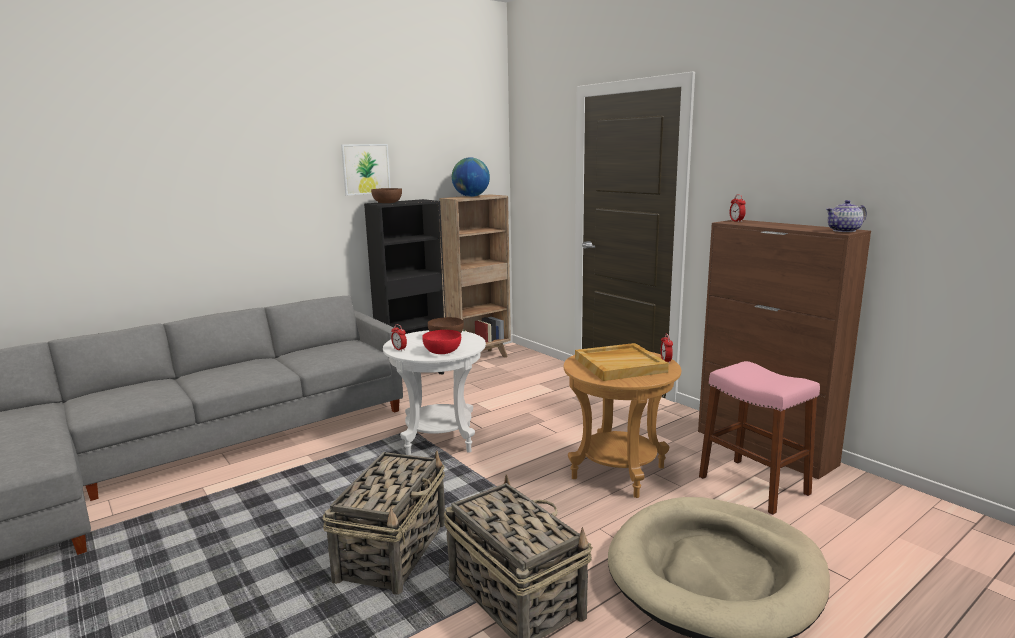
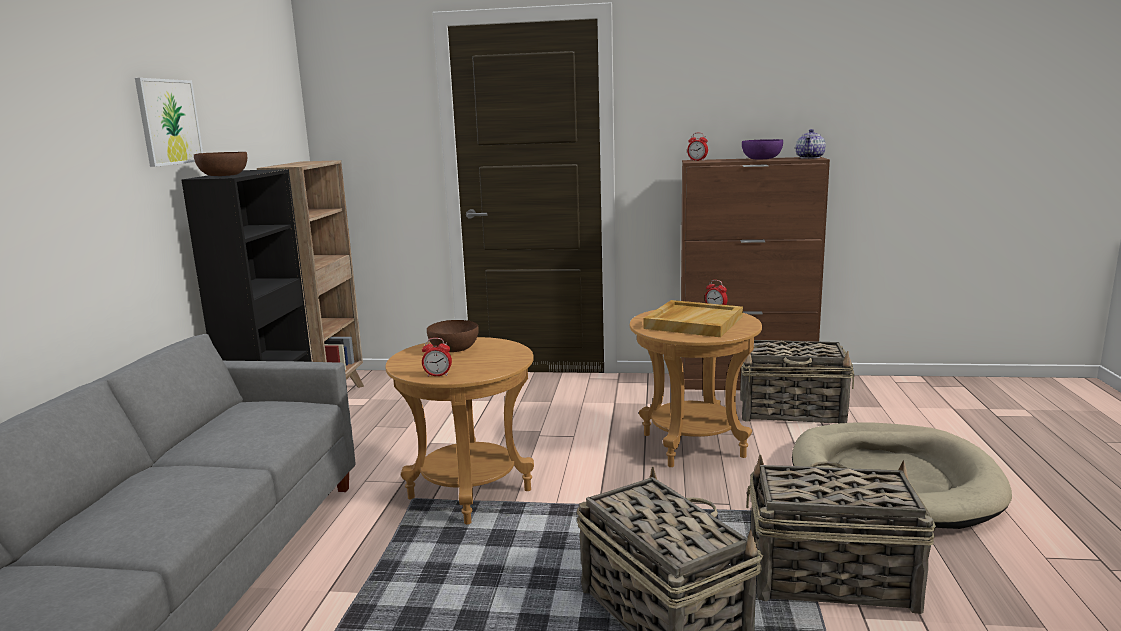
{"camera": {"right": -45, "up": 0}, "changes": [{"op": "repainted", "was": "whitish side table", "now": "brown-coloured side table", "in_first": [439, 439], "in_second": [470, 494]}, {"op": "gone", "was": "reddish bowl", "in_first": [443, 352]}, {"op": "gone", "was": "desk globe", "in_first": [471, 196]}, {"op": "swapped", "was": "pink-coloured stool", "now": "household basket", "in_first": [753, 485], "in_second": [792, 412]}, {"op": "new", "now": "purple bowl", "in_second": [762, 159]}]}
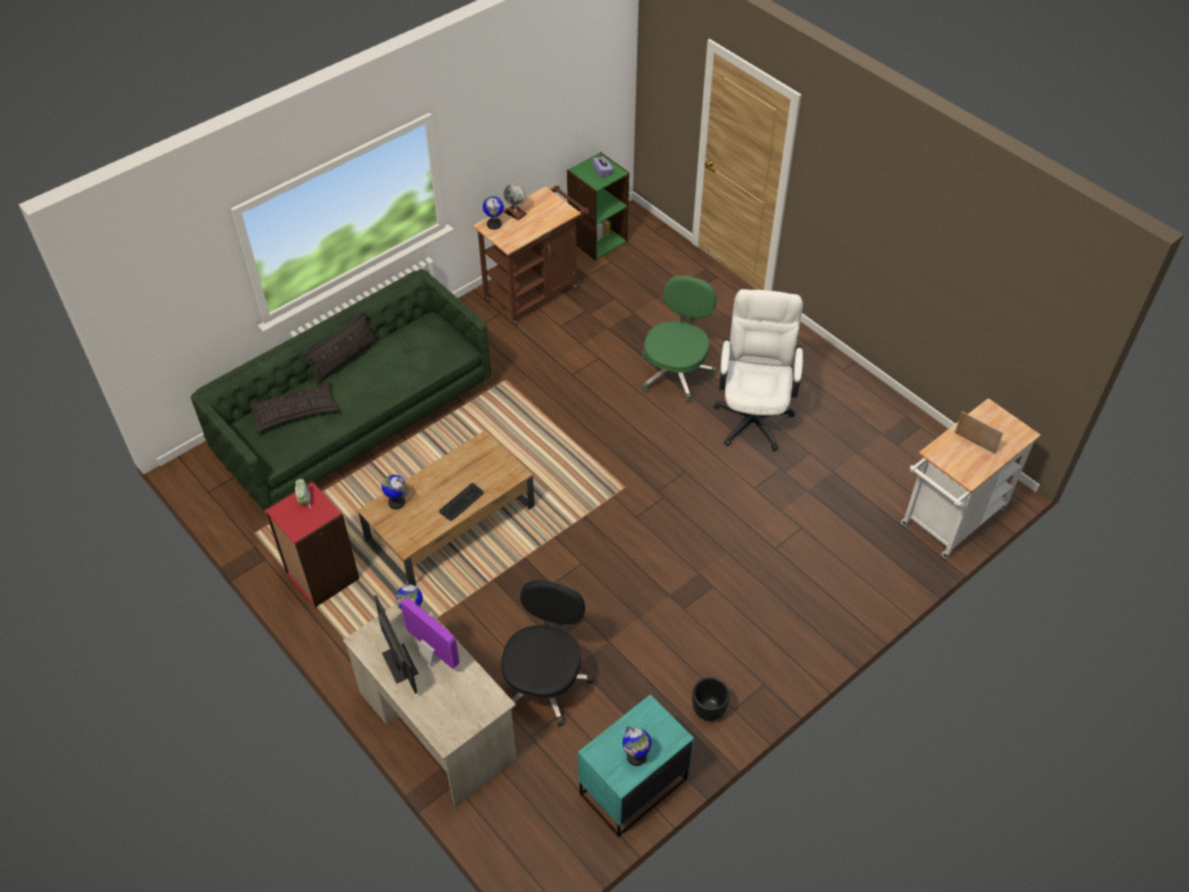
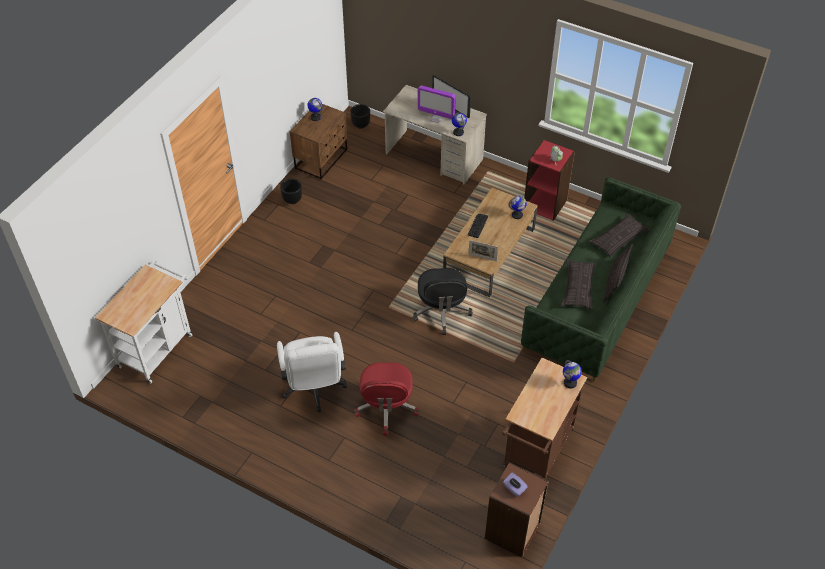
{"camera": {"right": 160, "up": 0}, "changes": [{"op": "shifted", "was": "black computer chair", "in_first": [544, 682], "in_second": [441, 311]}, {"op": "gone", "was": "desk globe", "in_first": [515, 213]}, {"op": "repainted", "was": "green-coloured bookcase", "now": "brown-coloured bookcase", "in_first": [597, 240], "in_second": [513, 531]}, {"op": "repainted", "was": "blue-green night table", "now": "brown-coloured night table", "in_first": [632, 786], "in_second": [322, 159]}, {"op": "repainted", "was": "green-coloured computer chair", "now": "reddish computer chair", "in_first": [676, 372], "in_second": [386, 408]}, {"op": "shifted", "was": "standing frame", "in_first": [974, 443], "in_second": [482, 257]}, {"op": "new", "now": "black plant pot", "in_second": [360, 124]}, {"op": "new", "now": "pillow", "in_second": [578, 287]}]}
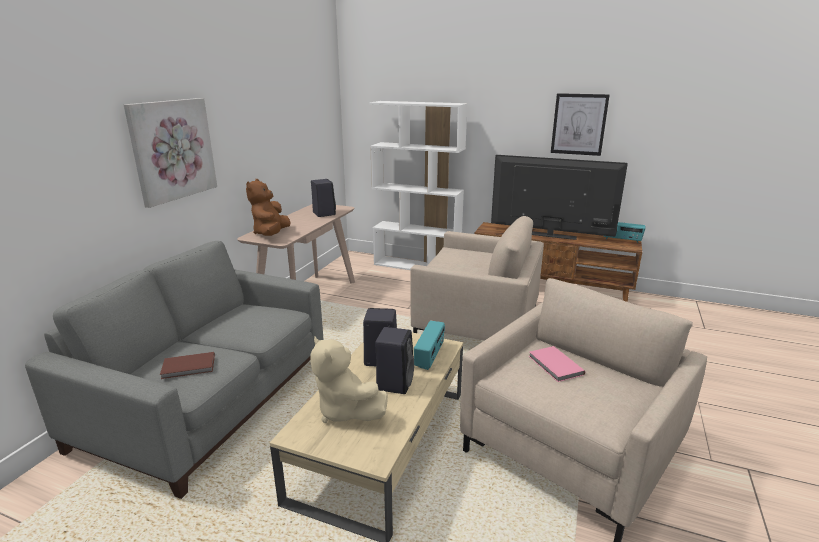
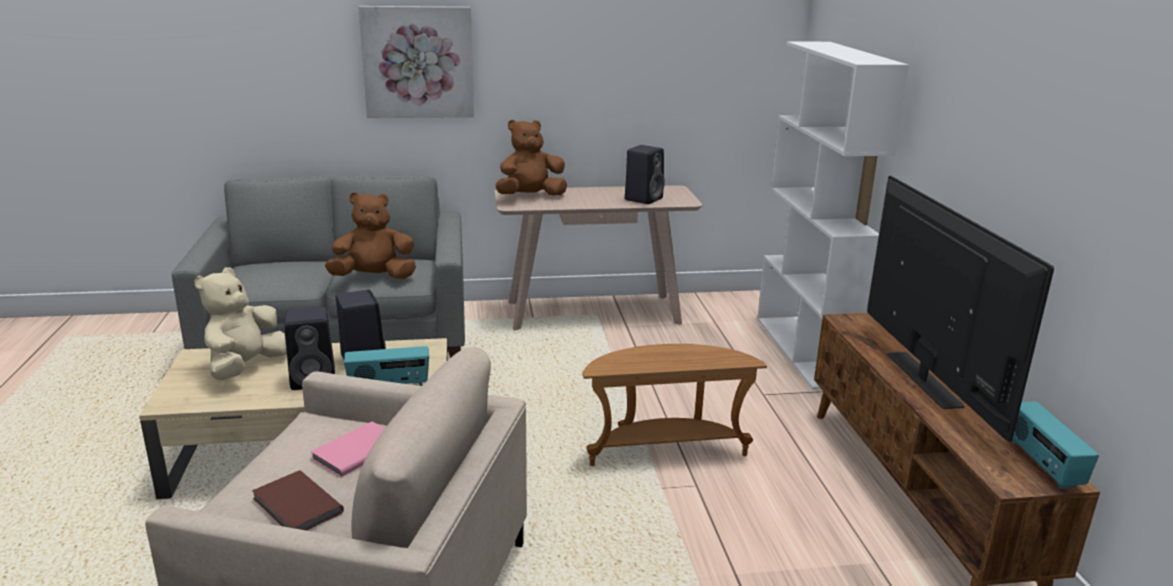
{"camera": {"right": 60, "up": 0}, "changes": [{"op": "shifted", "was": "brown-coloured volume", "in_first": [189, 367], "in_second": [296, 507]}, {"op": "swapped", "was": "sand-coloured easy chair", "now": "brown-coloured side table", "in_first": [477, 324], "in_second": [664, 450]}, {"op": "gone", "was": "wall picture", "in_first": [579, 124]}, {"op": "new", "now": "brown-coloured soft toy", "in_second": [374, 277]}]}
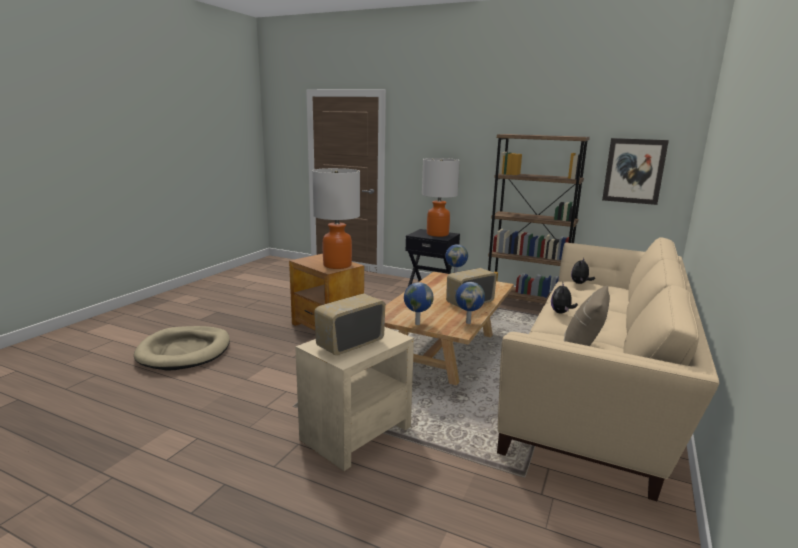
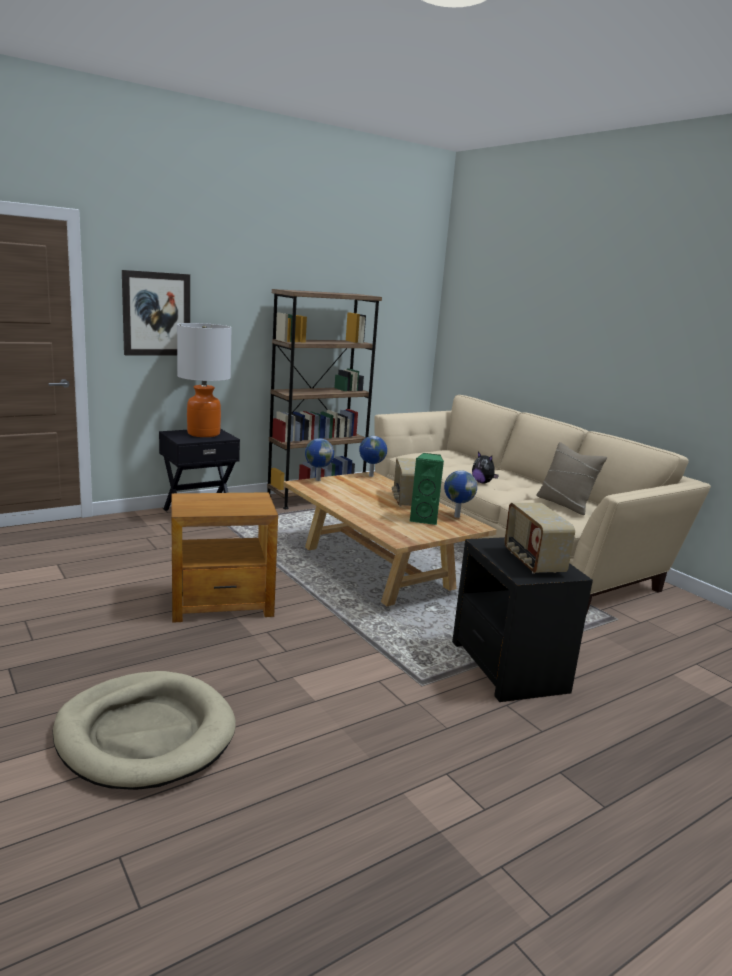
{"camera": {"right": -60, "up": 0}, "changes": [{"op": "repainted", "was": "sand-coloured side table", "now": "black side table", "in_first": [355, 434], "in_second": [508, 667]}, {"op": "gone", "was": "tabletop lamp", "in_first": [337, 265]}, {"op": "shifted", "was": "desk globe", "in_first": [417, 323], "in_second": [370, 476]}, {"op": "gone", "was": "soft toy", "in_first": [580, 283]}, {"op": "shifted", "was": "wall picture", "in_first": [634, 171], "in_second": [156, 314]}, {"op": "new", "now": "green-coloured audio speaker", "in_second": [424, 519]}]}
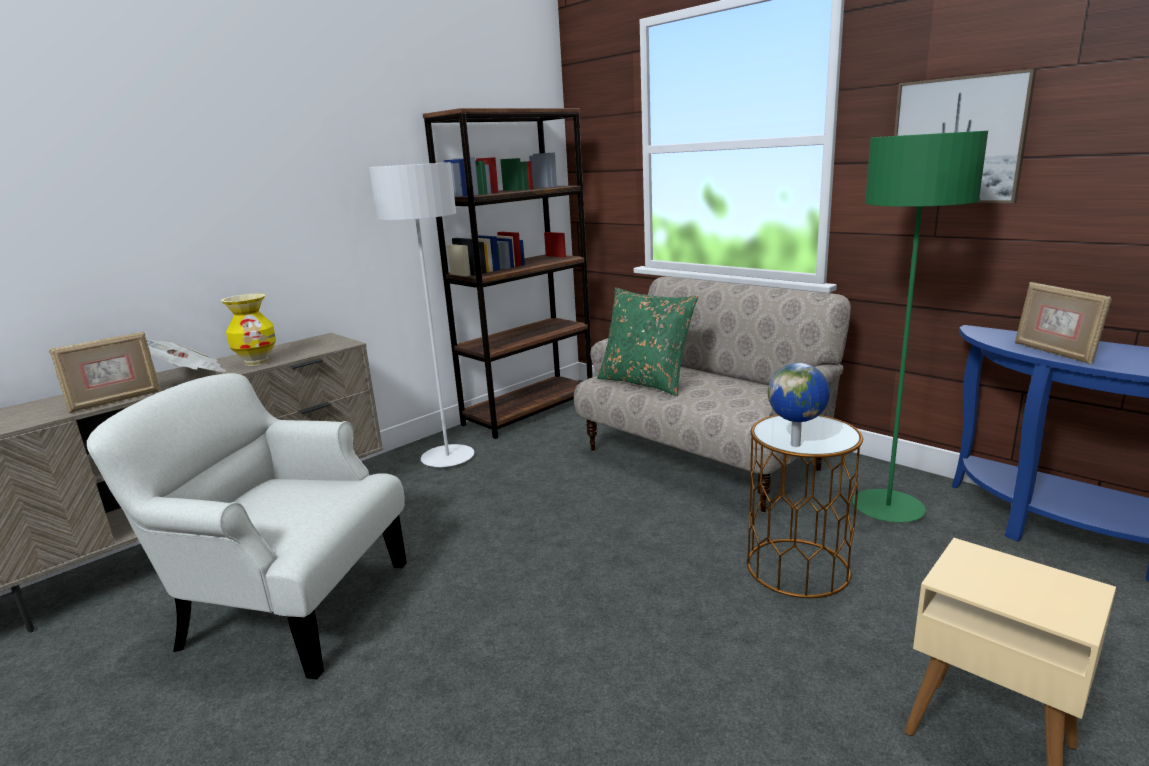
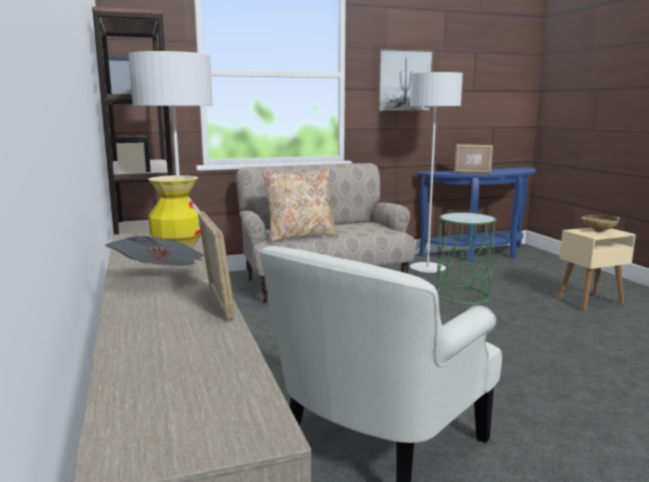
{"camera": {"right": -65, "up": -5}, "changes": [{"op": "repainted", "was": "green-coloured pillow", "now": "sand-coloured pillow", "in_first": [646, 382], "in_second": [300, 236]}, {"op": "repainted", "was": "brown-coloured side table", "now": "green-coloured side table", "in_first": [798, 568], "in_second": [462, 295]}, {"op": "gone", "was": "desk globe", "in_first": [796, 445]}, {"op": "repainted", "was": "green-coloured floor lamp", "now": "gray floor lamp", "in_first": [887, 508], "in_second": [427, 269]}, {"op": "new", "now": "sand-coloured bowl", "in_second": [598, 231]}]}
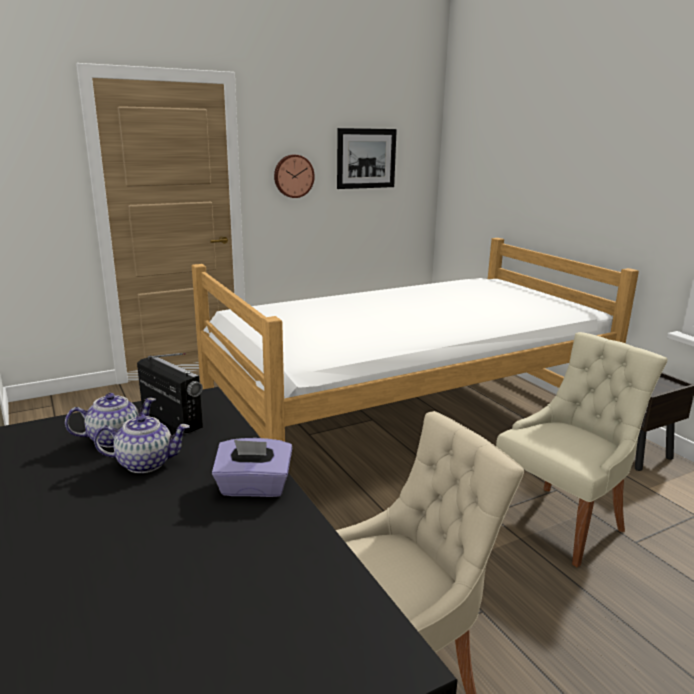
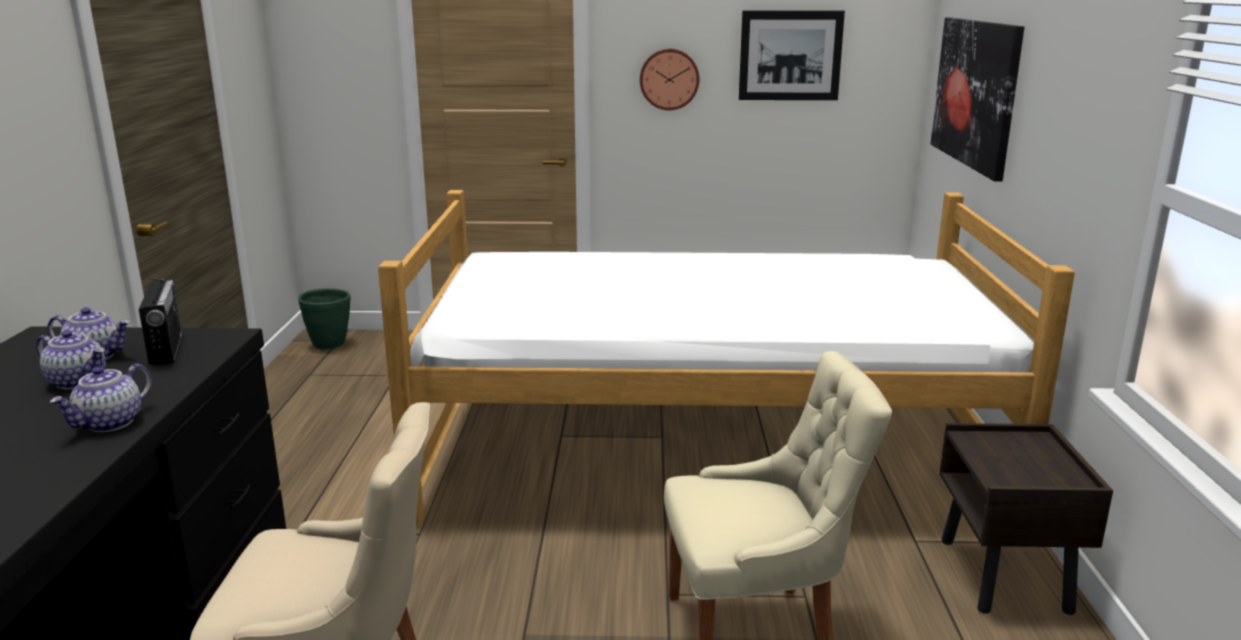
{"camera": {"right": 30, "up": 0}, "changes": [{"op": "swapped", "was": "purple tissue holder", "now": "tea pot", "in_first": [254, 487], "in_second": [110, 423]}, {"op": "new", "now": "green-coloured plant pot", "in_second": [330, 345]}, {"op": "new", "now": "wall picture", "in_second": [975, 93]}]}
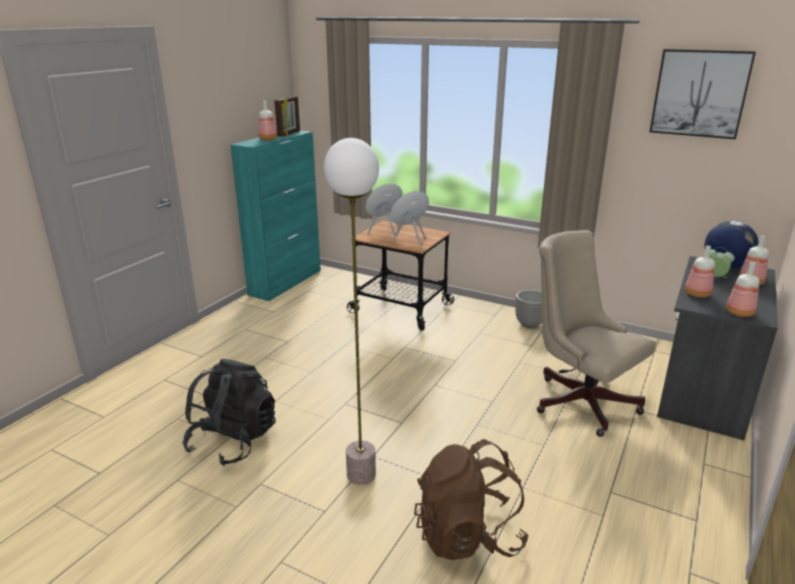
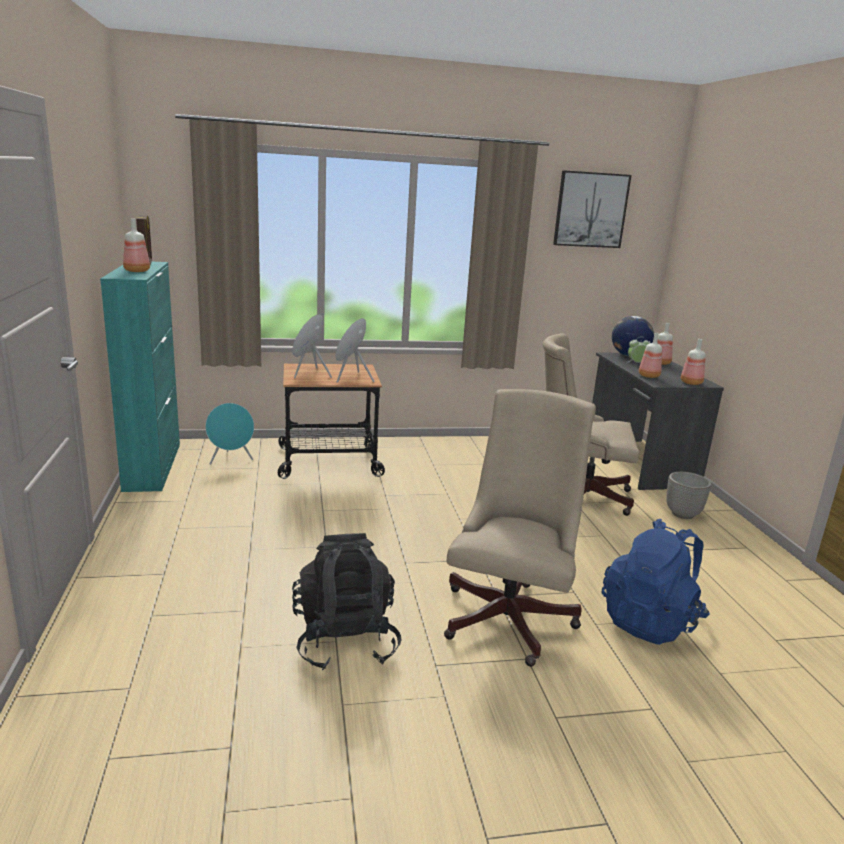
{"camera": {"right": -40, "up": -5}, "changes": [{"op": "swapped", "was": "floor lamp", "now": "sand-coloured computer chair", "in_first": [361, 474], "in_second": [511, 614]}, {"op": "repainted", "was": "brown-coloured backpack", "now": "bluish backpack", "in_first": [468, 536], "in_second": [650, 621]}, {"op": "shifted", "was": "plant pot", "in_first": [529, 324], "in_second": [682, 514]}, {"op": "new", "now": "blue-green audio speaker", "in_second": [231, 460]}]}
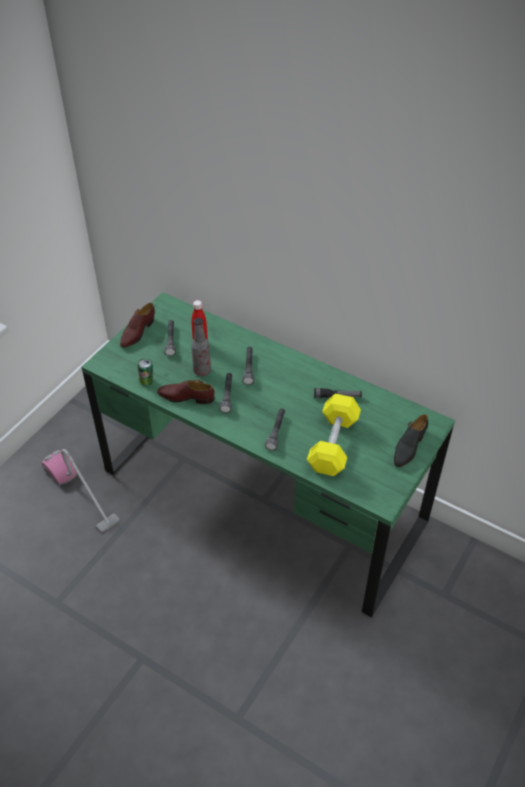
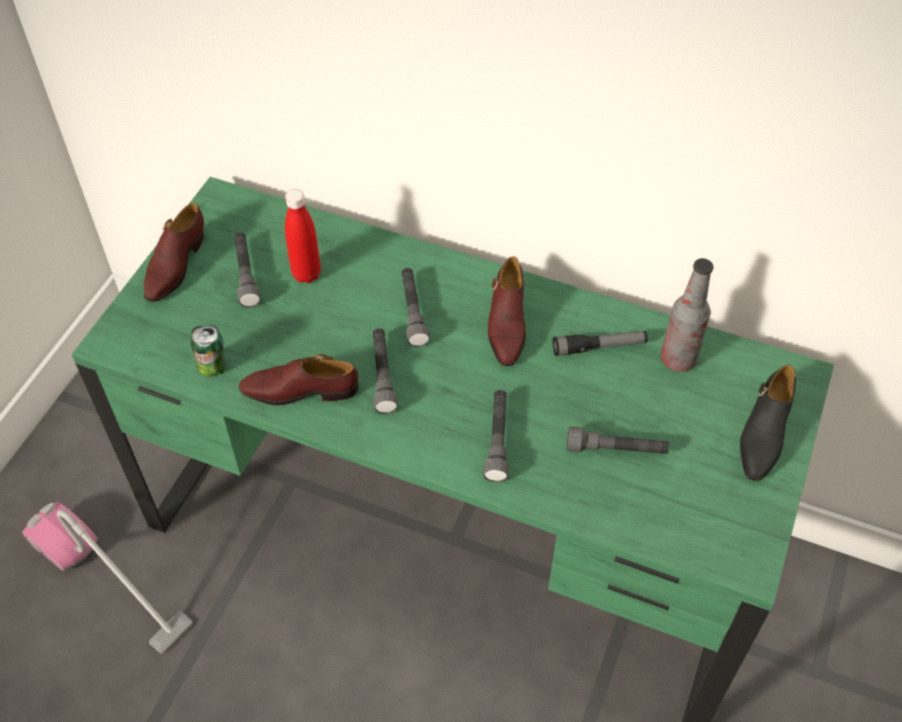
{"camera": {"right": -10, "up": 5}, "changes": [{"op": "shifted", "was": "drink bottle", "in_first": [202, 371], "in_second": [678, 359]}, {"op": "swapped", "was": "yellowish hand weight", "now": "gray torch", "in_first": [333, 444], "in_second": [616, 450]}, {"op": "new", "now": "brown-coloured low shoe", "in_second": [506, 324]}]}
